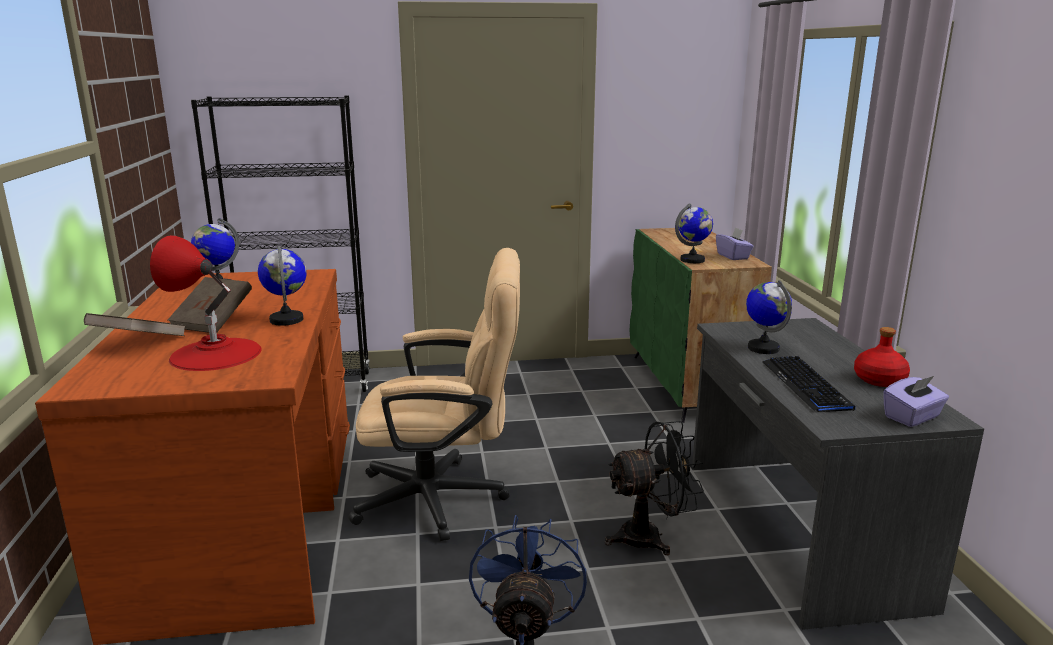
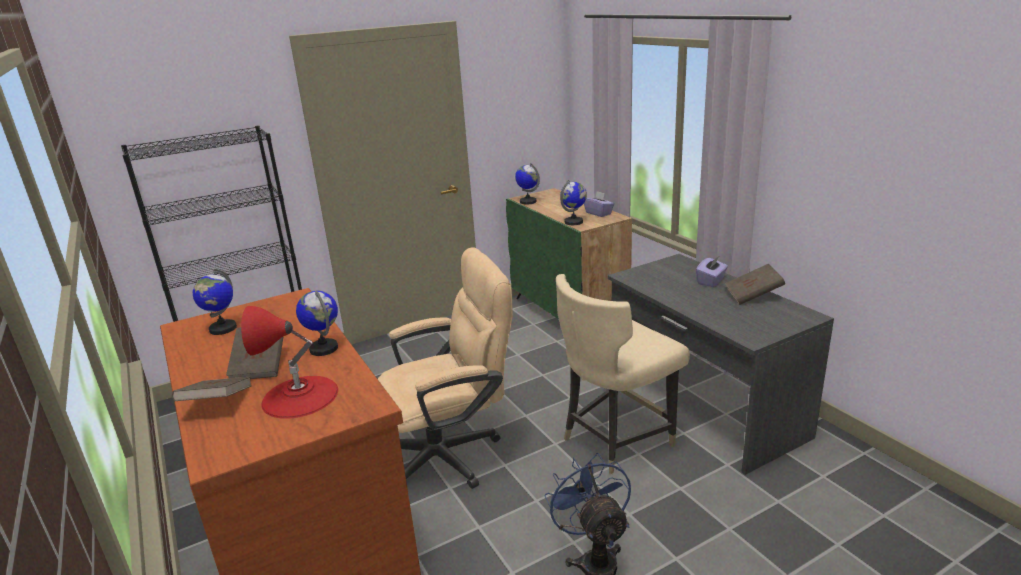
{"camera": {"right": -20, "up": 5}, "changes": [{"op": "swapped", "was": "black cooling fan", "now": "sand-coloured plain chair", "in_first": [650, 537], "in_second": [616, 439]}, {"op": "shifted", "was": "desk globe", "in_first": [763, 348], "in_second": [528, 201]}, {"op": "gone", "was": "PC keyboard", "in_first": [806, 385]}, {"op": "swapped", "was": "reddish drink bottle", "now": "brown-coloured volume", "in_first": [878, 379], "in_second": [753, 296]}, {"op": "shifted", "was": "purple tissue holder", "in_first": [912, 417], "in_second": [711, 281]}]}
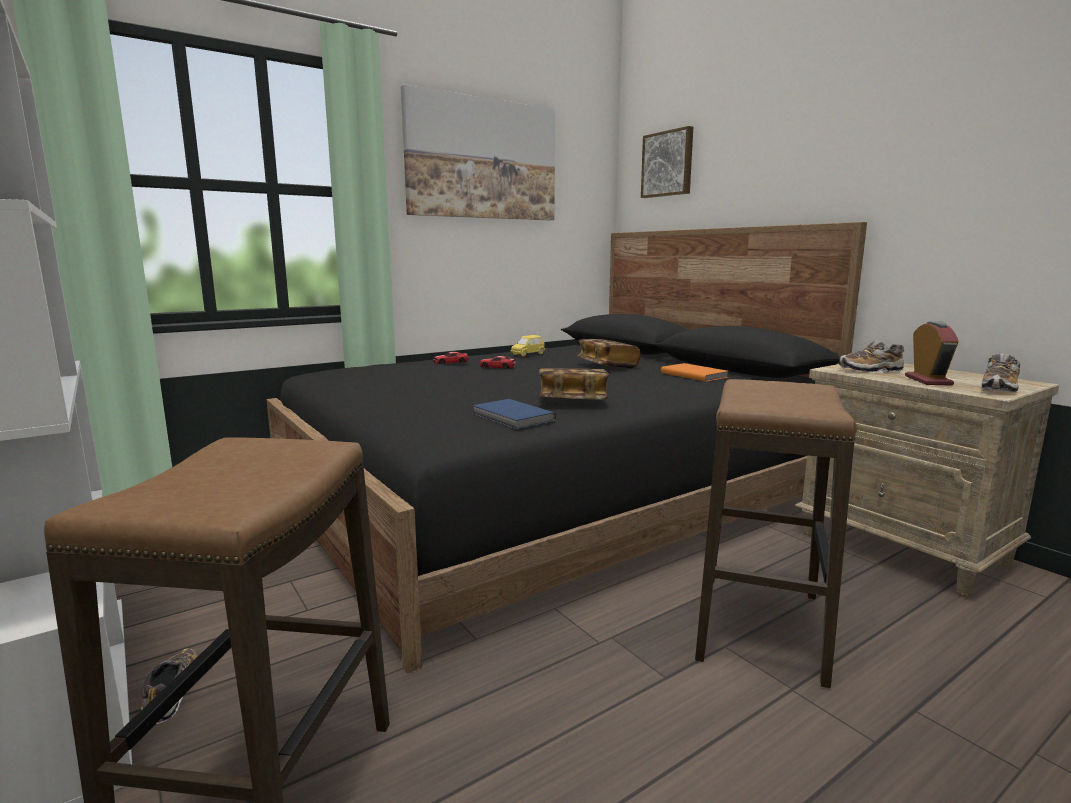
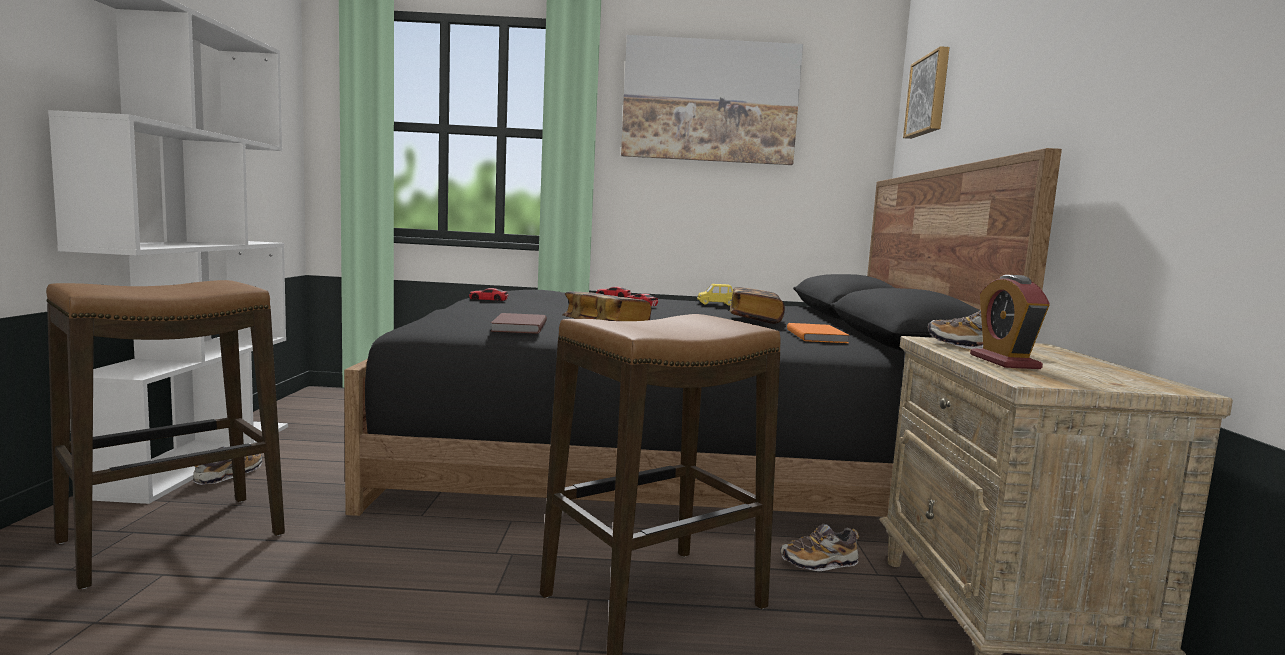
{"camera": {"right": 35, "up": -5}, "changes": [{"op": "repainted", "was": "bluish volume", "now": "brown-coloured volume", "in_first": [512, 417], "in_second": [517, 327]}, {"op": "rotated", "was": "alarm clock", "in_first": [928, 380], "in_second": [1004, 361], "clockwise": 135}, {"op": "shifted", "was": "low shoe", "in_first": [999, 389], "in_second": [819, 563]}, {"op": "new", "now": "model car", "in_second": [488, 299]}]}
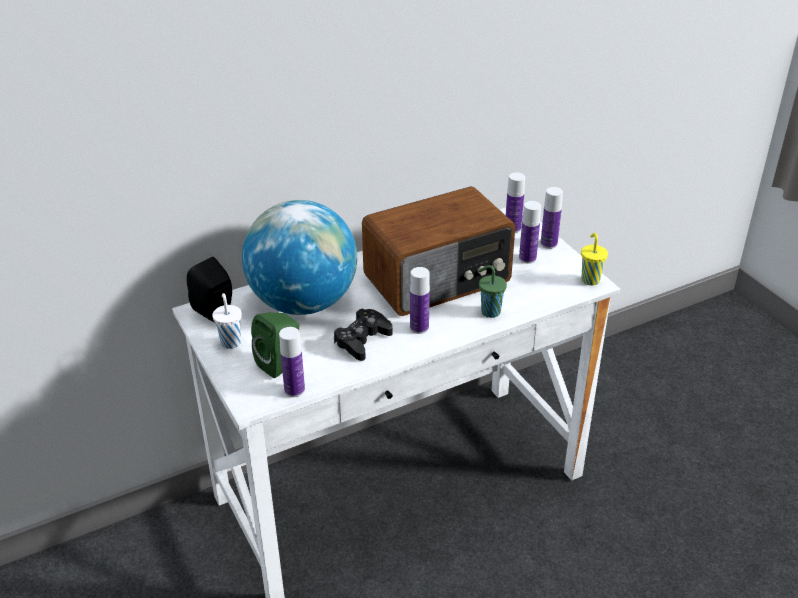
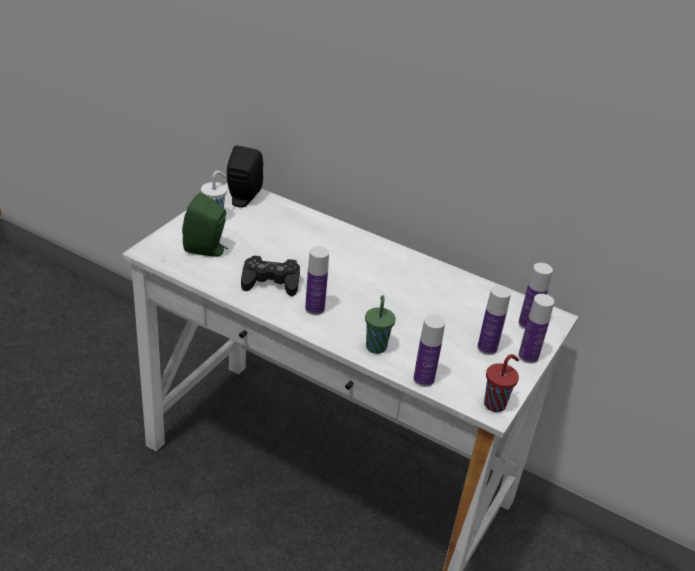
{"camera": {"right": 55, "up": 0}, "changes": [{"op": "gone", "was": "desk globe", "in_first": [303, 302]}, {"op": "shifted", "was": "drink bottle", "in_first": [294, 390], "in_second": [423, 379]}, {"op": "gone", "was": "radio", "in_first": [438, 280]}, {"op": "repainted", "was": "yellowish small cup", "now": "reddish small cup", "in_first": [590, 279], "in_second": [495, 404]}]}
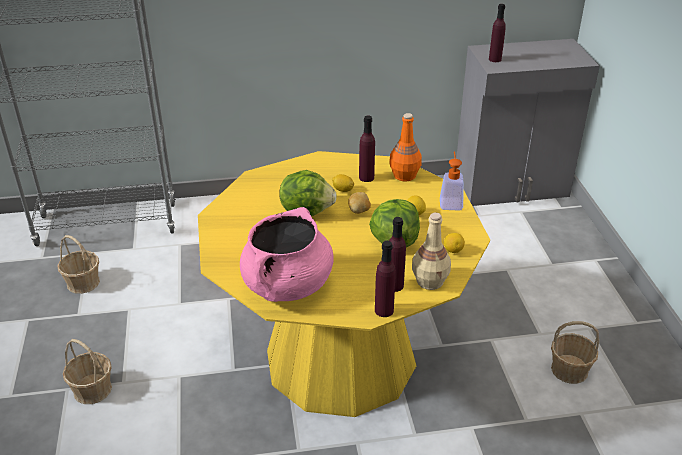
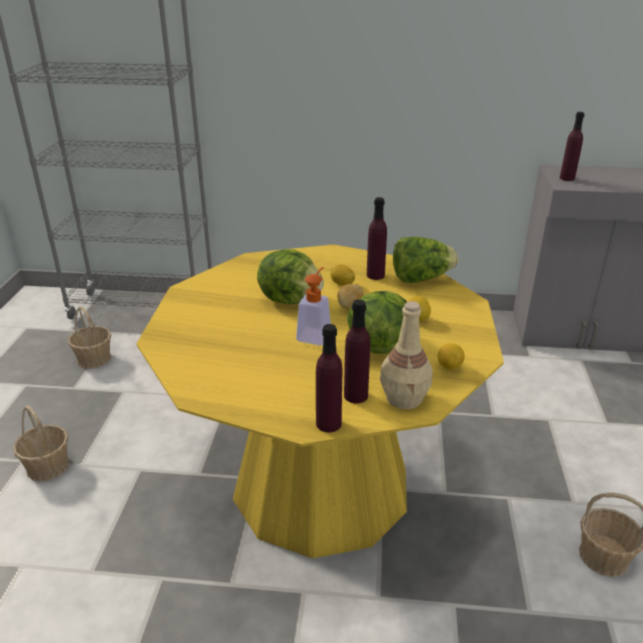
{"camera": {"right": 15, "up": -5}, "changes": [{"op": "gone", "was": "pink-coloured saucepot", "in_first": [287, 286]}, {"op": "swapped", "was": "orange-coloured drink bottle", "now": "lettuce head", "in_first": [404, 175], "in_second": [421, 278]}, {"op": "shifted", "was": "soap bottle", "in_first": [450, 201], "in_second": [316, 333]}]}
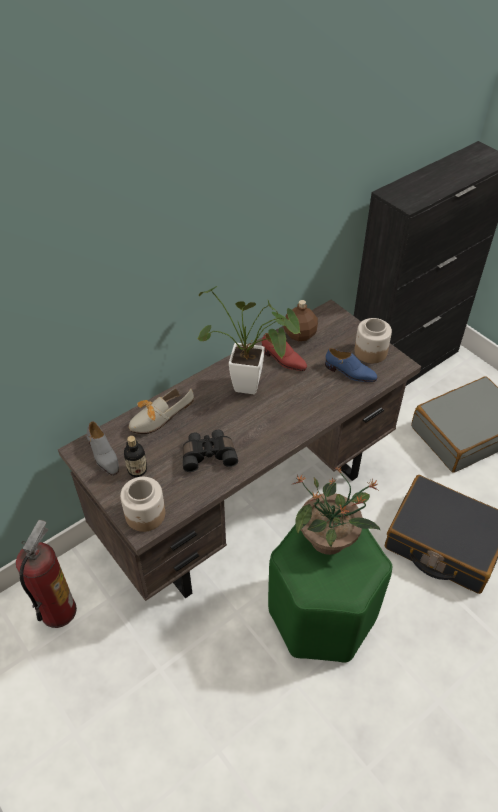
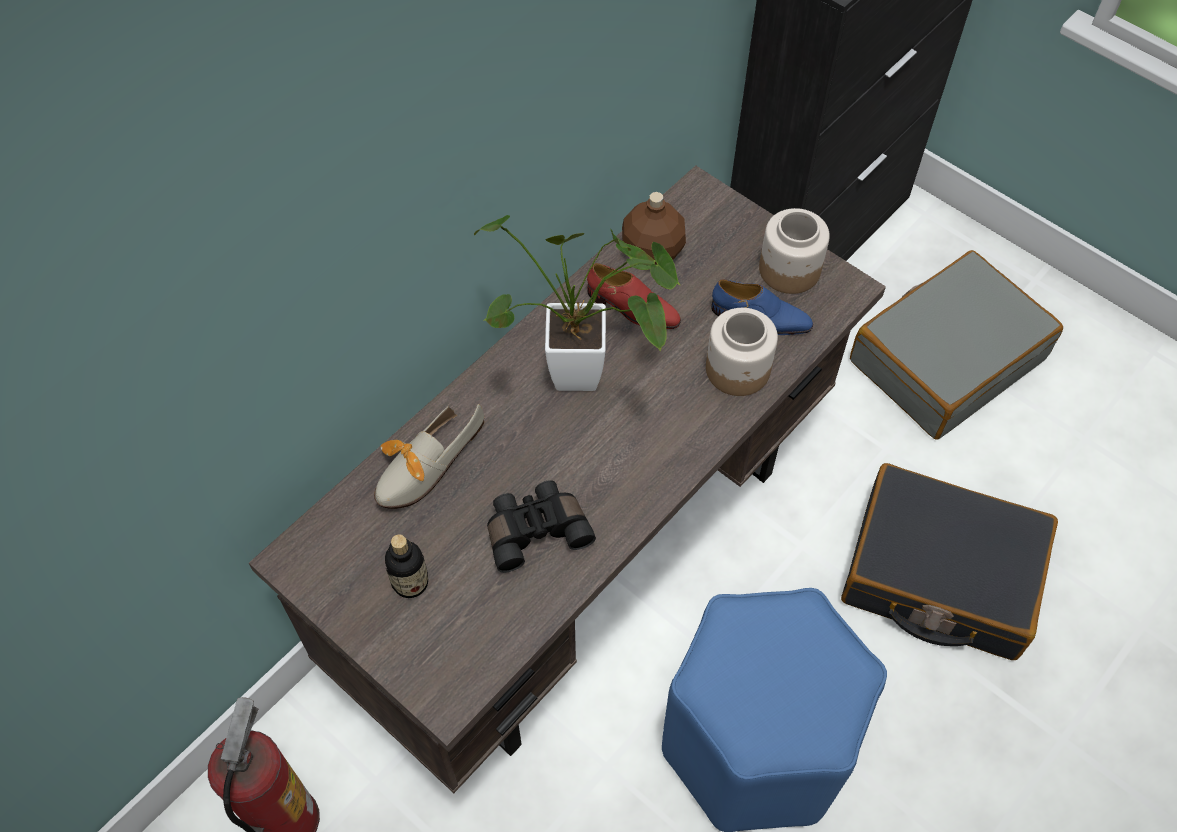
{"camera": {"right": -10, "up": 10}, "changes": [{"op": "gone", "was": "gray low shoe", "in_first": [103, 455]}, {"op": "shifted", "was": "storage jar", "in_first": [145, 515], "in_second": [738, 370]}, {"op": "repainted", "was": "green-coloured stool", "now": "bluish stool", "in_first": [320, 615], "in_second": [753, 746]}, {"op": "gone", "was": "houseplant", "in_first": [329, 539]}]}
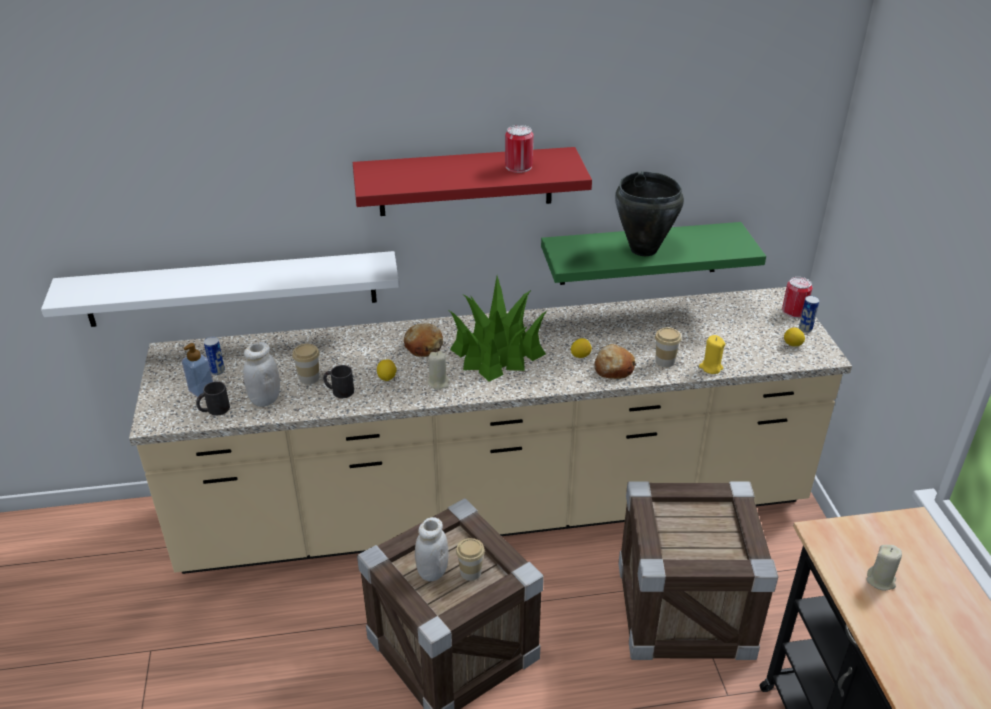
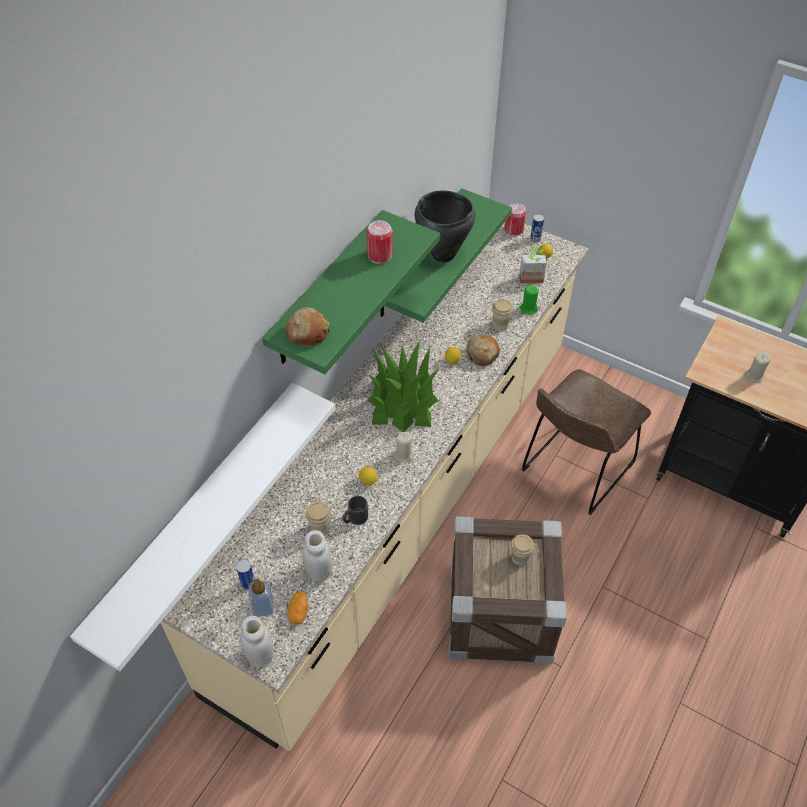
{"camera": {"right": -50, "up": 15}, "changes": [{"op": "swapped", "was": "black mug", "now": "whole potato", "in_first": [214, 410], "in_second": [298, 611]}, {"op": "repainted", "was": "reddish wall shelf", "now": "green-coloured wall shelf", "in_first": [465, 181], "in_second": [327, 290]}, {"op": "shifted", "was": "bread", "in_first": [423, 346], "in_second": [307, 332]}, {"op": "shifted", "was": "whitish storage jar", "in_first": [432, 572], "in_second": [260, 655]}, {"op": "swapped", "was": "crate", "now": "brown-coloured plain chair", "in_first": [684, 609], "in_second": [574, 470]}, {"op": "repainted", "was": "yellowish candle", "now": "green-coloured candle", "in_first": [710, 367], "in_second": [528, 308]}, {"op": "new", "now": "houseplant", "in_second": [531, 282]}]}
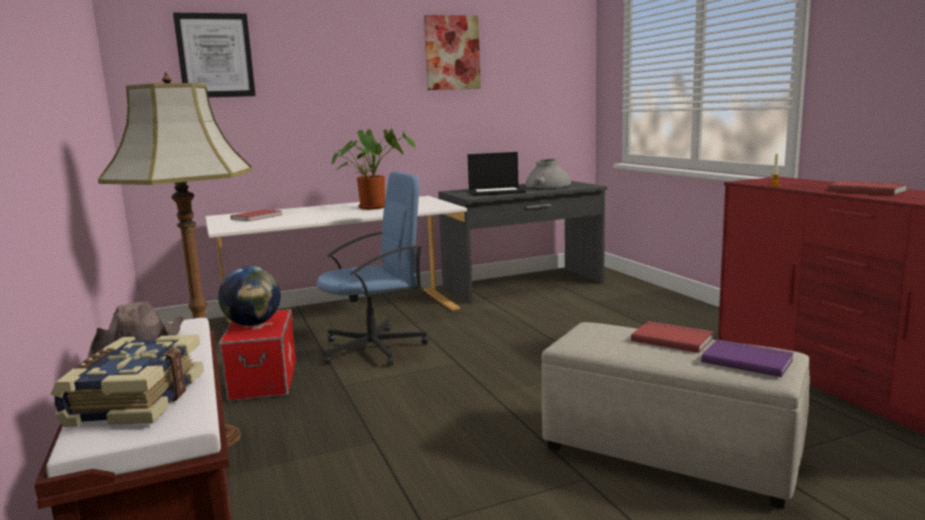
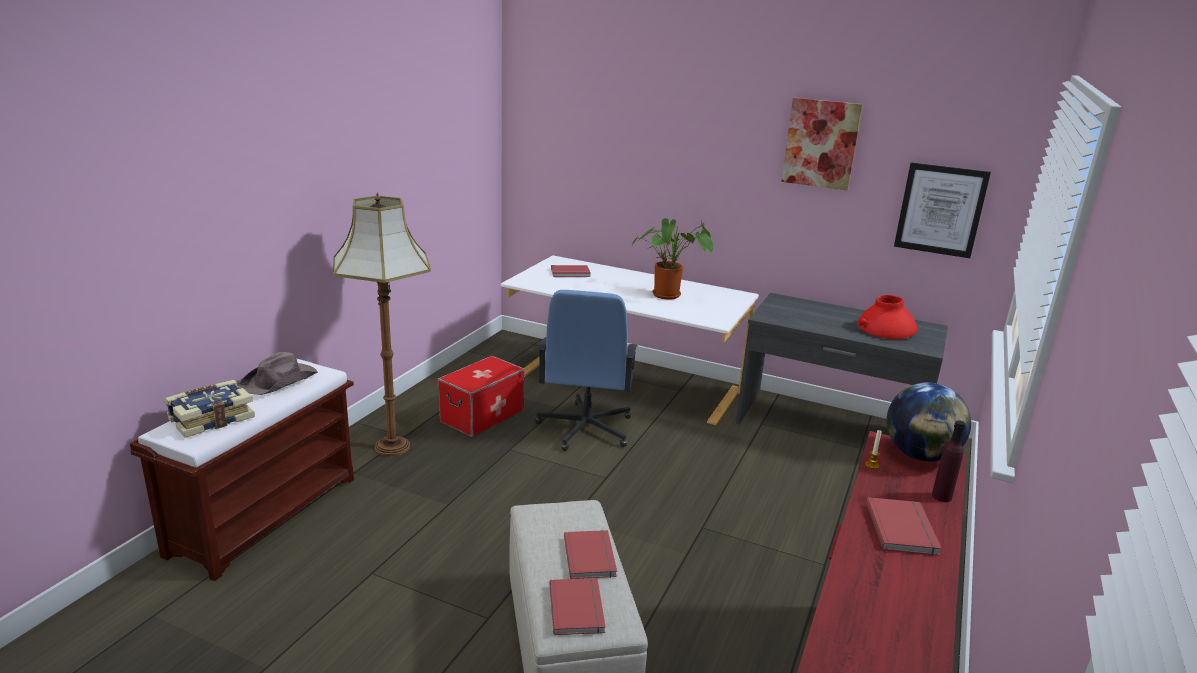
{"camera": {"right": 45, "up": 10}, "changes": [{"op": "shifted", "was": "wall picture", "in_first": [215, 55], "in_second": [940, 210]}, {"op": "shifted", "was": "desk globe", "in_first": [253, 324], "in_second": [920, 455]}, {"op": "rotated", "was": "bluish computer chair", "in_first": [375, 348], "in_second": [585, 429], "clockwise": 75}, {"op": "gone", "was": "notebook computer", "in_first": [497, 192]}, {"op": "repainted", "was": "gray vase", "now": "reddish vase", "in_first": [547, 186], "in_second": [885, 329]}, {"op": "repainted", "was": "purple volume", "now": "reddish volume", "in_first": [747, 360], "in_second": [578, 608]}, {"op": "new", "now": "purple drink bottle", "in_second": [941, 496]}]}
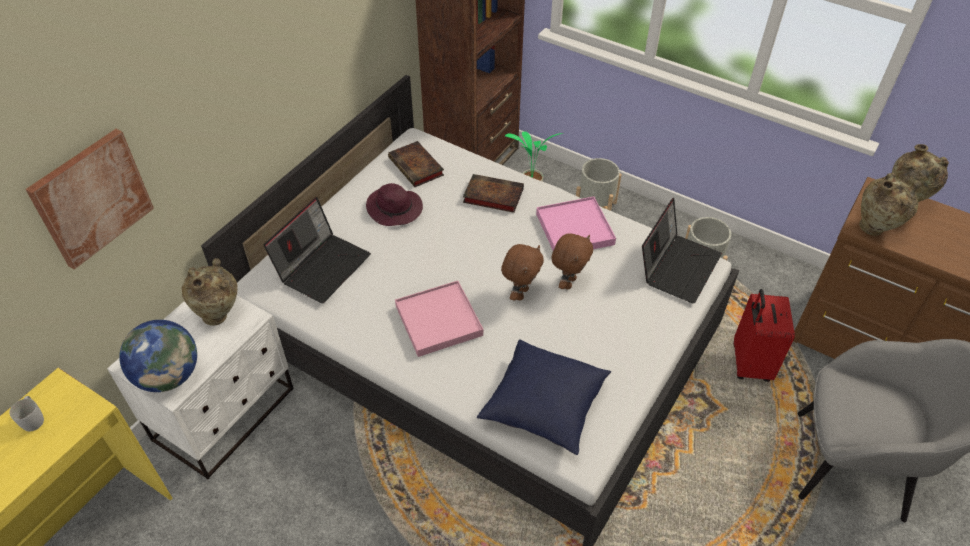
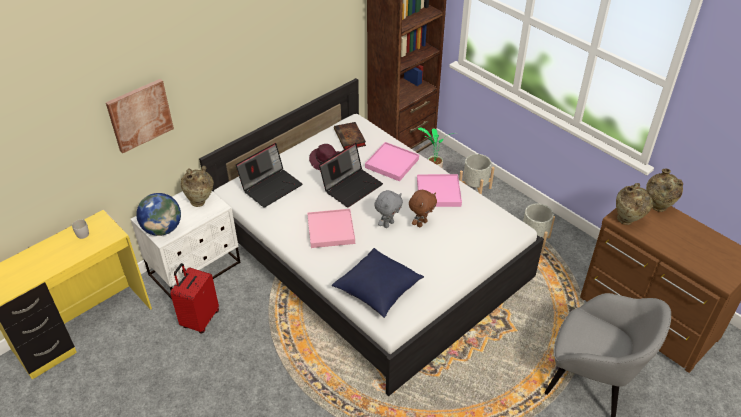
{"camera": {"right": 15, "up": -5}, "changes": [{"op": "swapped", "was": "volume", "now": "pink-coloured tray", "in_first": [491, 196], "in_second": [391, 163]}, {"op": "repainted", "was": "brown-coloured soft toy", "now": "gray soft toy", "in_first": [520, 293], "in_second": [388, 224]}, {"op": "shifted", "was": "notebook computer", "in_first": [678, 266], "in_second": [352, 186]}, {"op": "shifted", "was": "reddish piece of luggage", "in_first": [749, 363], "in_second": [199, 319]}]}
